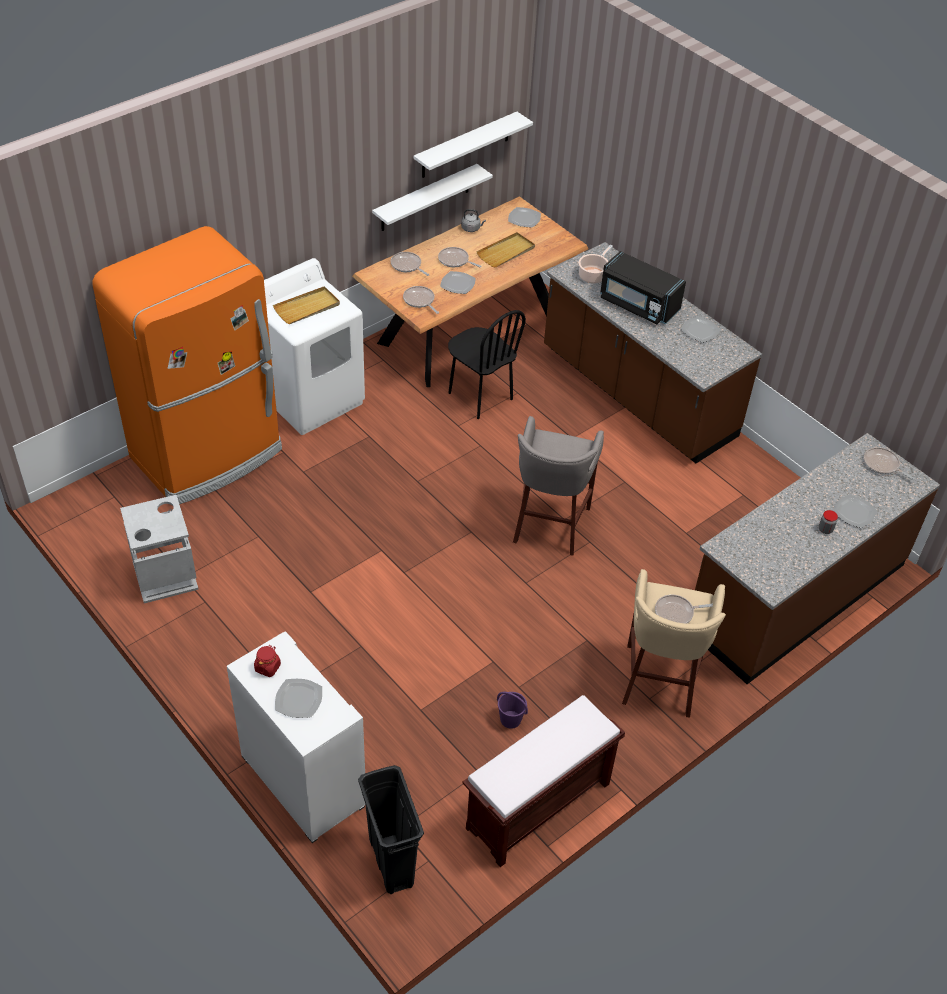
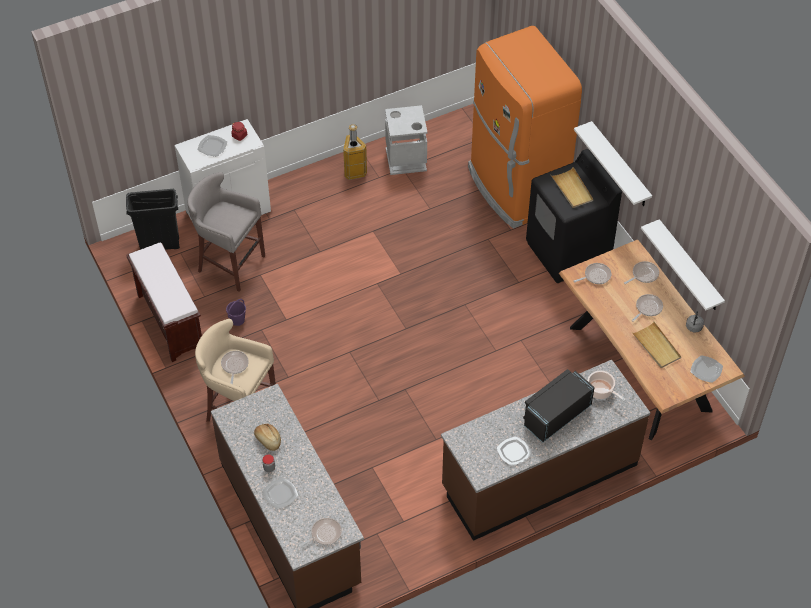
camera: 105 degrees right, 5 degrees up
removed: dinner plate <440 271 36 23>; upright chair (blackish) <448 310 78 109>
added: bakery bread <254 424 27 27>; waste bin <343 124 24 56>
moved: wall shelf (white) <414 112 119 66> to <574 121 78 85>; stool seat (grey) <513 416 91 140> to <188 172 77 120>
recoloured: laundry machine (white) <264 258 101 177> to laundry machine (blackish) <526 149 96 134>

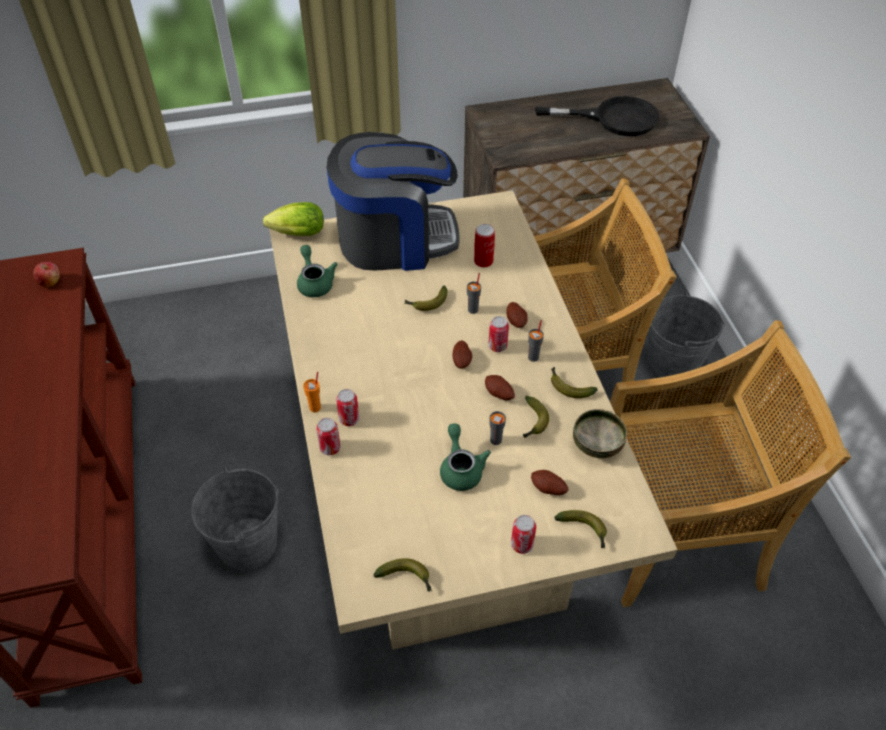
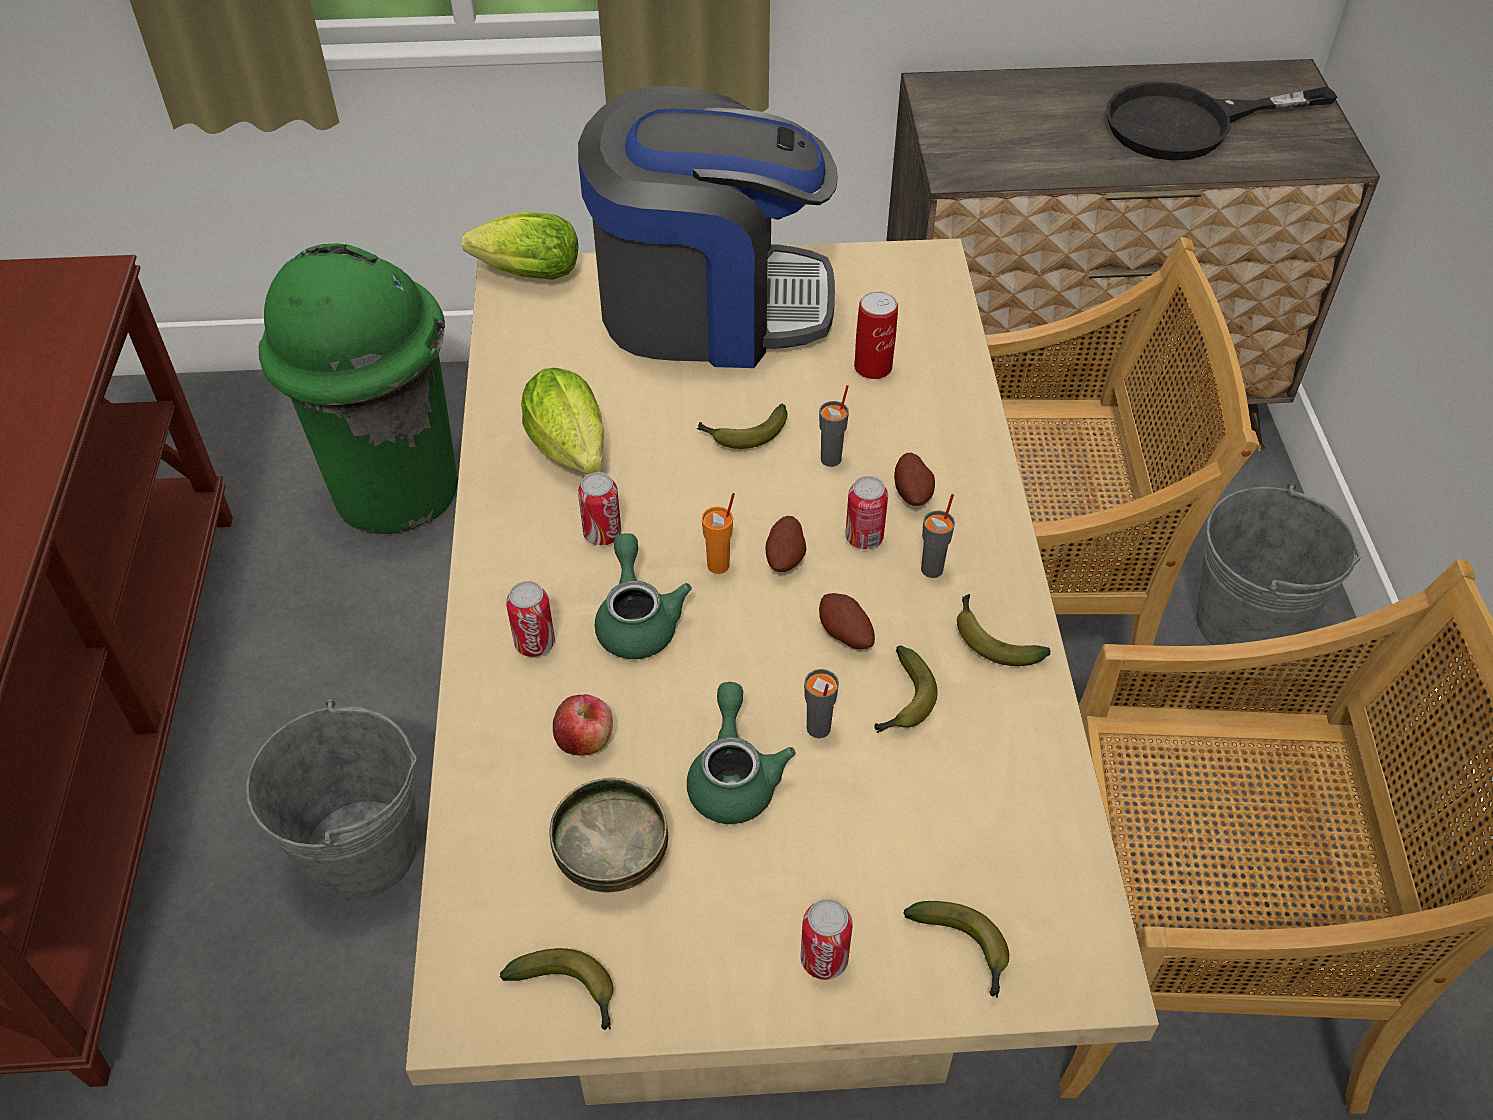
camera: 10 degrees right, 0 degrees up
removed: potato <531 470 38 25>
added: waste bin (green-coloured) <259 243 199 291>; lettuce head <521 368 83 106>
moved: apple <33 262 27 25> to <553 695 60 61>; pot for tea (green-coloured) <297 245 41 52> to <595 533 97 126>; cup (orange) <303 372 18 40> to <701 493 34 81>; can <316 418 25 37> to <578 472 43 73>; serving bowl <573 409 54 49> to <550 778 118 115>
turned: frying pan (blackish) <535 96 125 40> = <1106 82 231 79> 150 degrees clockwise

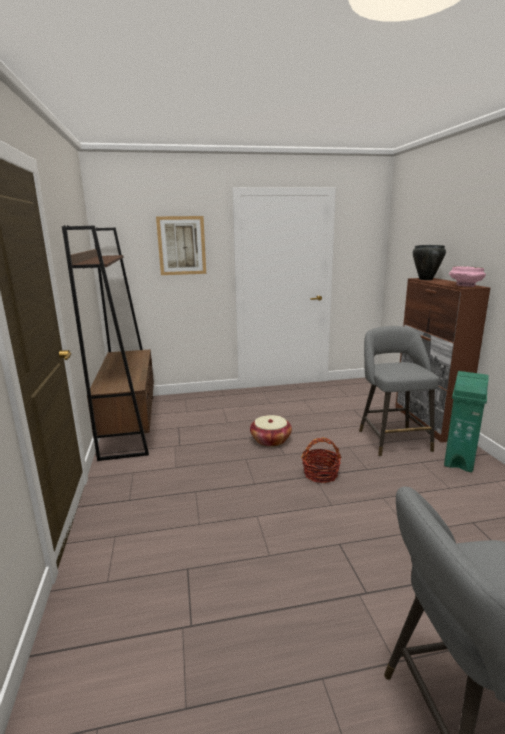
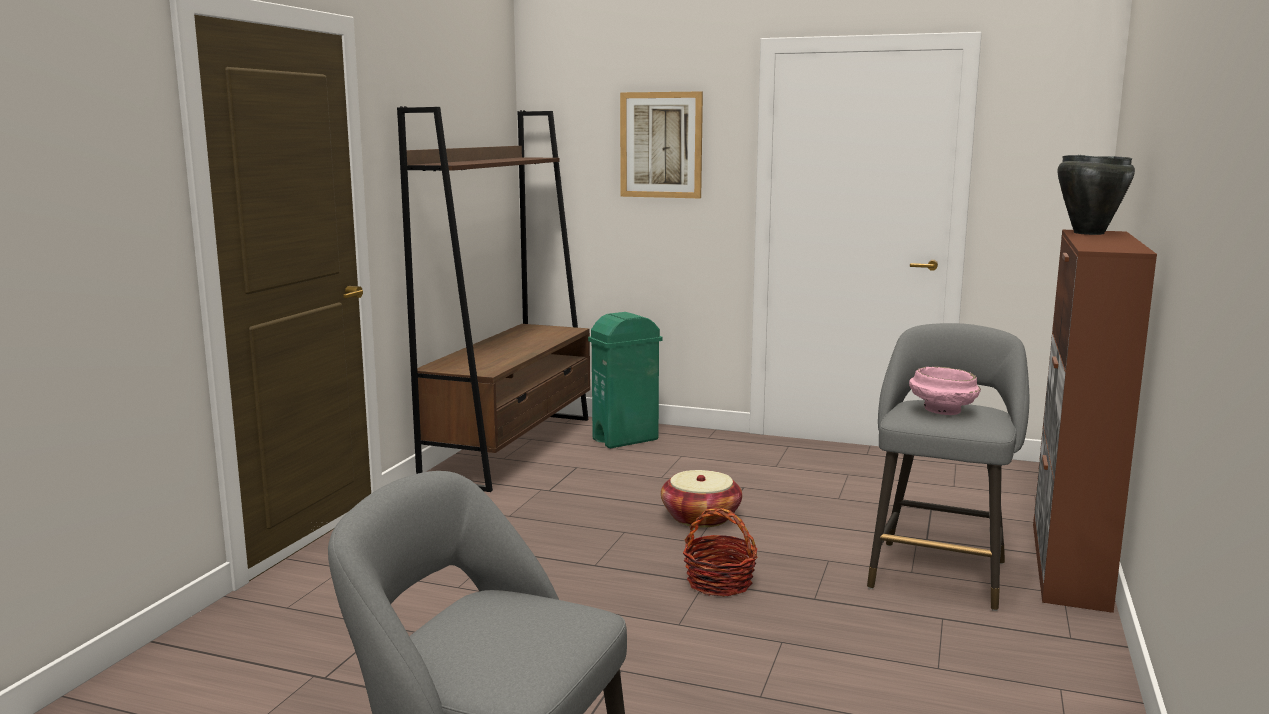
camera: 30 degrees right, 5 degrees down
moved: waste bin (green-coloured) <444 371 45 101> to <588 312 74 136>; serving bowl (pinkish) <449 266 37 21> to <909 367 72 48>

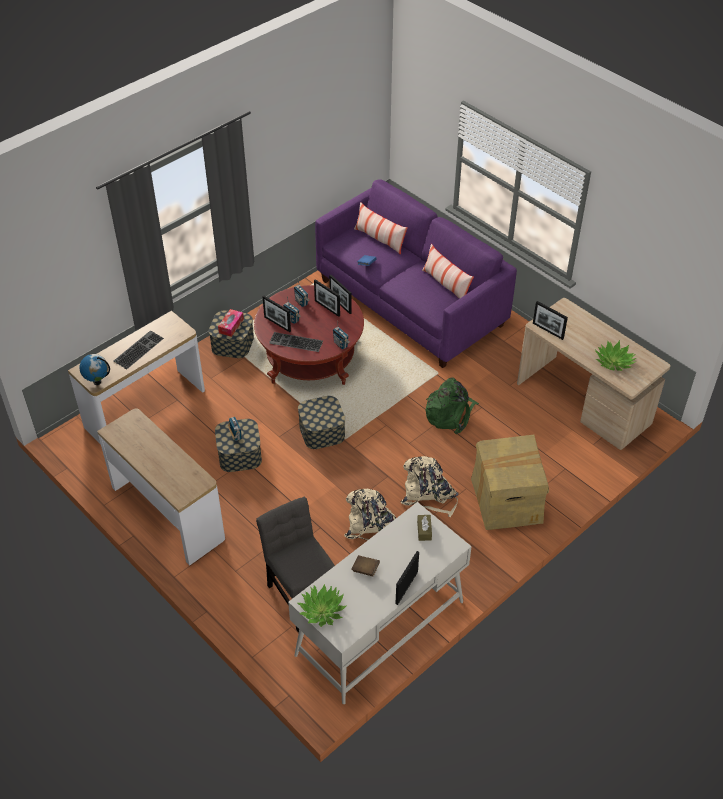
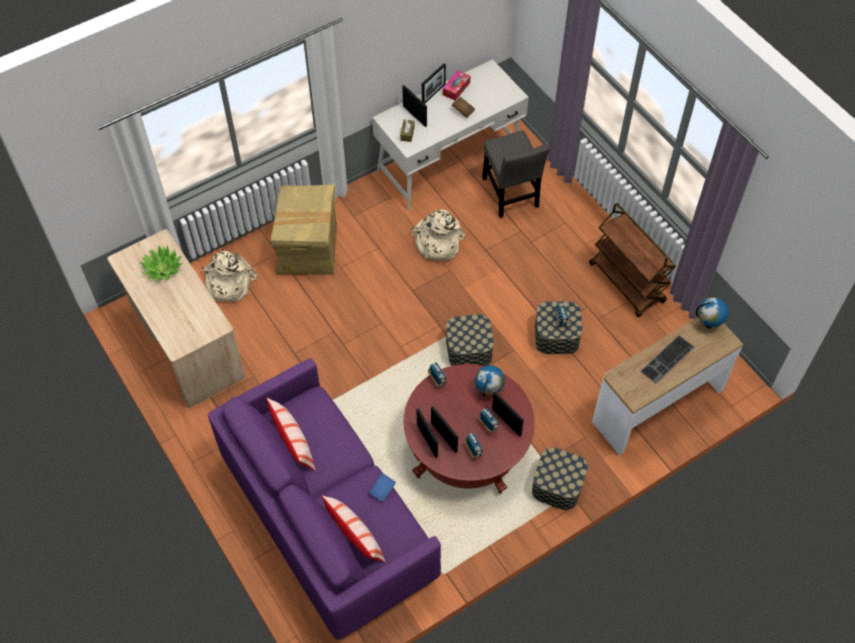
camera: 170 degrees left, 10 degrees up
removed: potted plant <298 584 49 43>; knapsack (green-coloured) <426 378 53 56>
moved: box of tissues <218 309 26 28> to <443 70 27 31>; knapsack (sand-coloured) <401 456 58 61> to <201 250 57 52>; picture frame <533 301 35 39> to <402 85 25 42>
replaced: narrow table <97 409 128 157> to trolley (brown) <589 203 87 114>; keyboard <269 332 54 20> to globe <475 365 30 31>

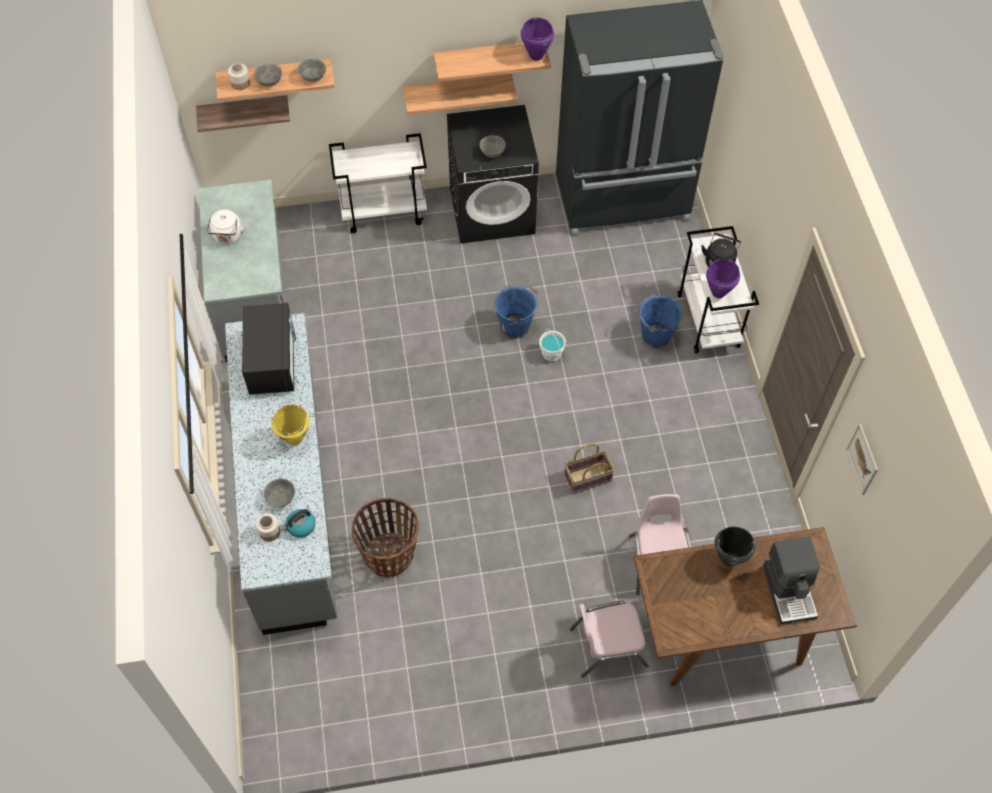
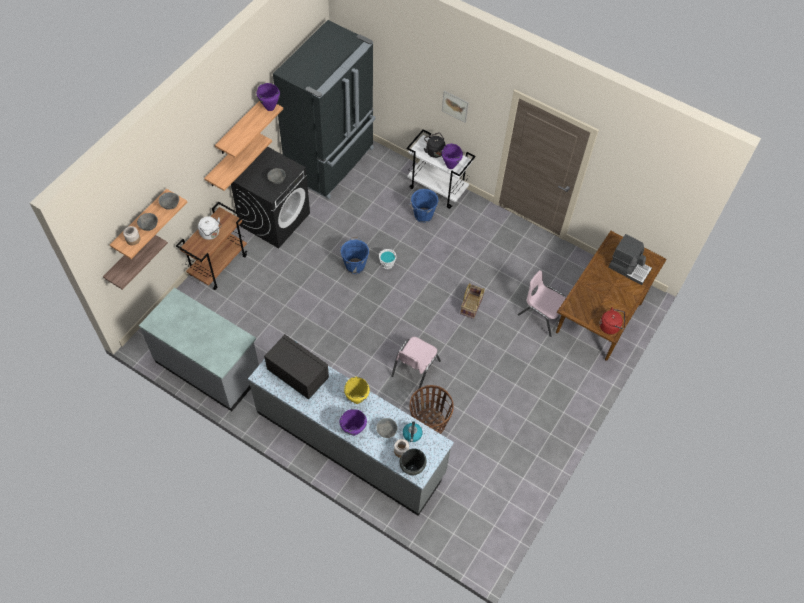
camera: 50 degrees left, 0 degrees up
added: cooking pot (purplish) <339 409 28 27>; kettle (reddish) <599 307 26 27>
moved: kettle (white) <207 209 40 35> to <198 217 24 23>; upright chair (pinkish) <570 601 78 77> to <391 337 50 52>; cooking pot (blackish) <715 526 41 40> to <399 448 27 27>; wall picture <846 424 32 71> to <442 91 27 32>
recoloured: trolley (white) <329 133 98 100> to trolley (brown) <176 201 71 89>

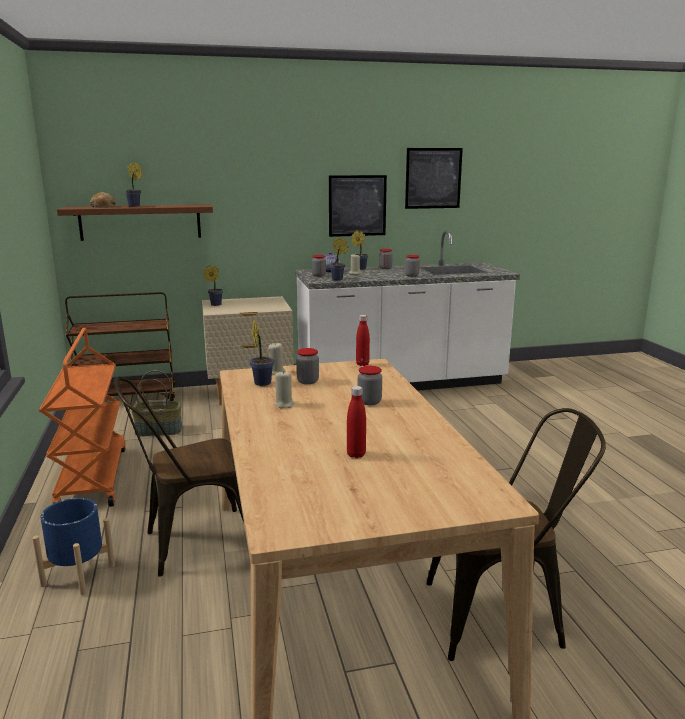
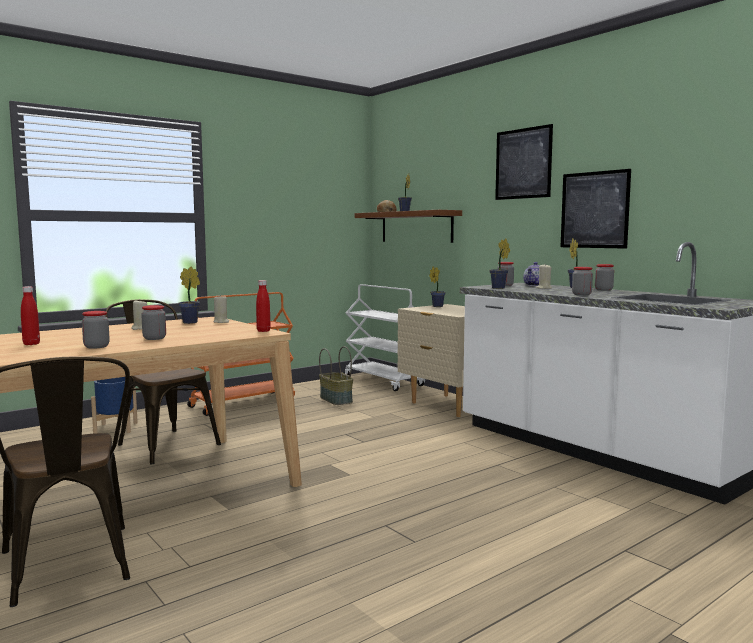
camera: 65 degrees right, 10 degrees down
moved: preserve jar <296 348 23 36> to <82 311 28 38>; wall picture <405 148 58 61> to <495 124 58 76>
recoloured: trolley (brown) <65 292 110 109> to trolley (white) <344 284 81 107>

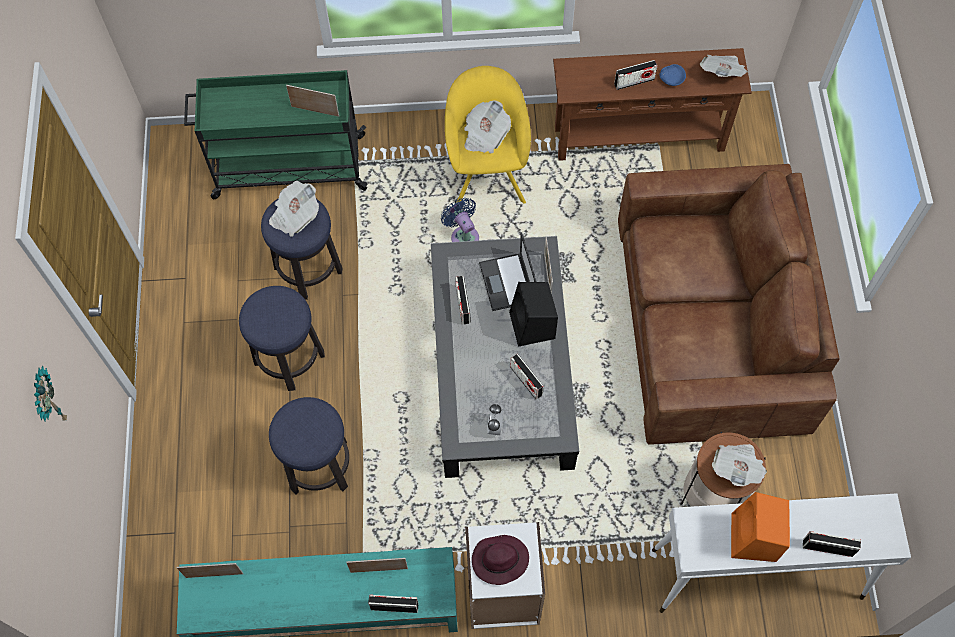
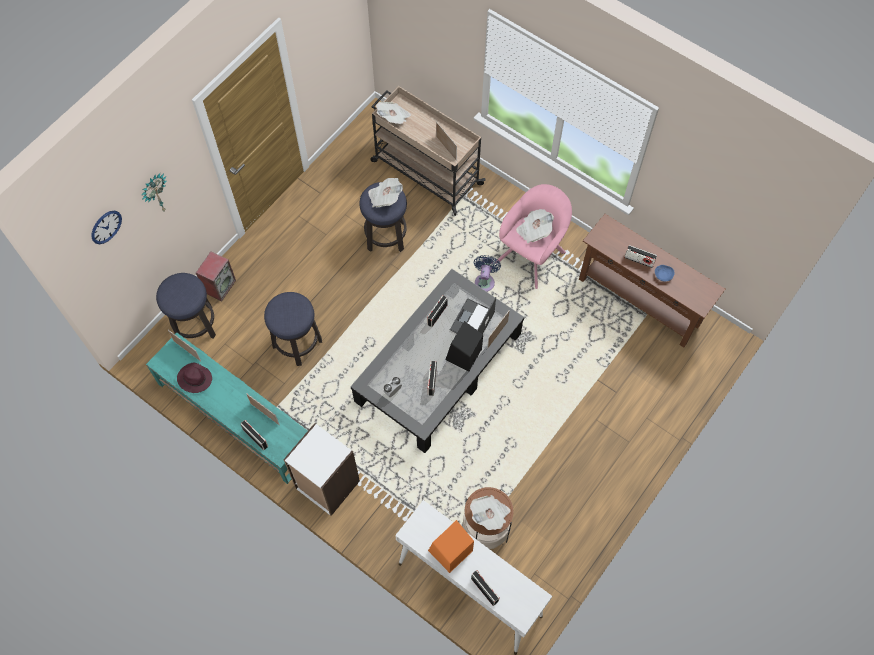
camera: 40 degrees right, 0 degrees up
removed: settee (brown) <618 164 222 281>
added: hanging clock <91 211 31 33>; speaker <196 251 40 50>
moved: stool seat <239 286 86 105> to <156 273 60 66>; hat (purplish) <472 535 57 50> to <177 362 35 31>; printed paper <700 55 48 22> to <376 102 35 22>
recoloured: trolley (green-coloured) <184 70 184 129> to trolley (sand-coloured) <371 86 115 130>; armchair (yellowish) <445 66 86 138> to armchair (pinkish) <496 184 76 105>

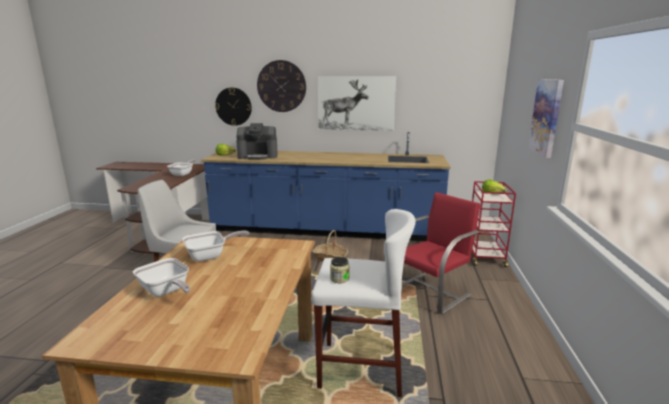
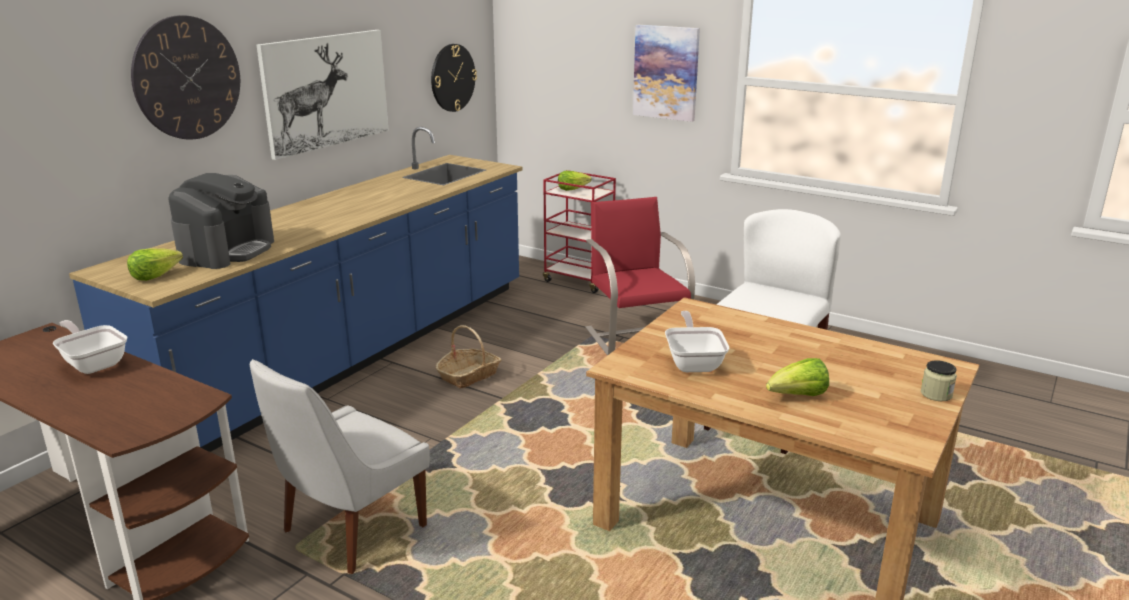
camera: 65 degrees left, 5 degrees up
moved: hanging clock <215 88 37 38> to <431 44 46 68>; preserve jar <330 257 20 26> to <921 360 36 41>
replaced: frying pan <133 258 57 39> to lettuce head <766 358 63 38>

